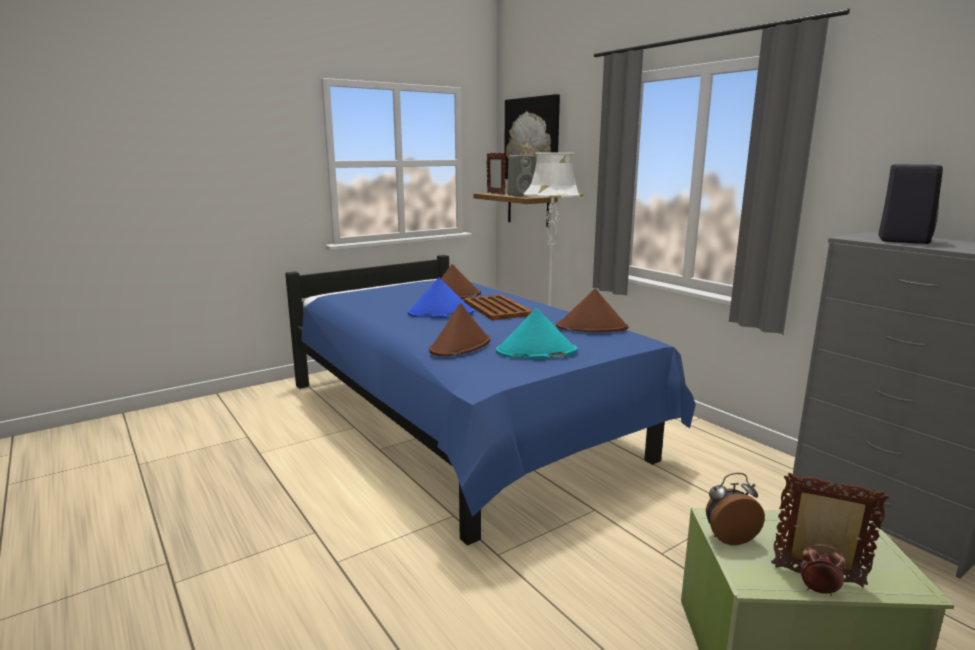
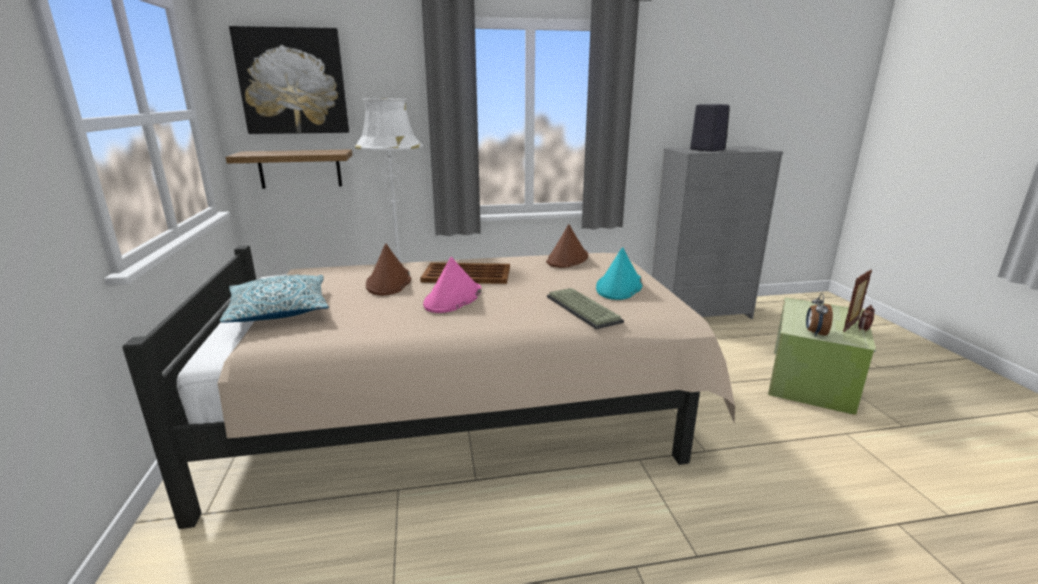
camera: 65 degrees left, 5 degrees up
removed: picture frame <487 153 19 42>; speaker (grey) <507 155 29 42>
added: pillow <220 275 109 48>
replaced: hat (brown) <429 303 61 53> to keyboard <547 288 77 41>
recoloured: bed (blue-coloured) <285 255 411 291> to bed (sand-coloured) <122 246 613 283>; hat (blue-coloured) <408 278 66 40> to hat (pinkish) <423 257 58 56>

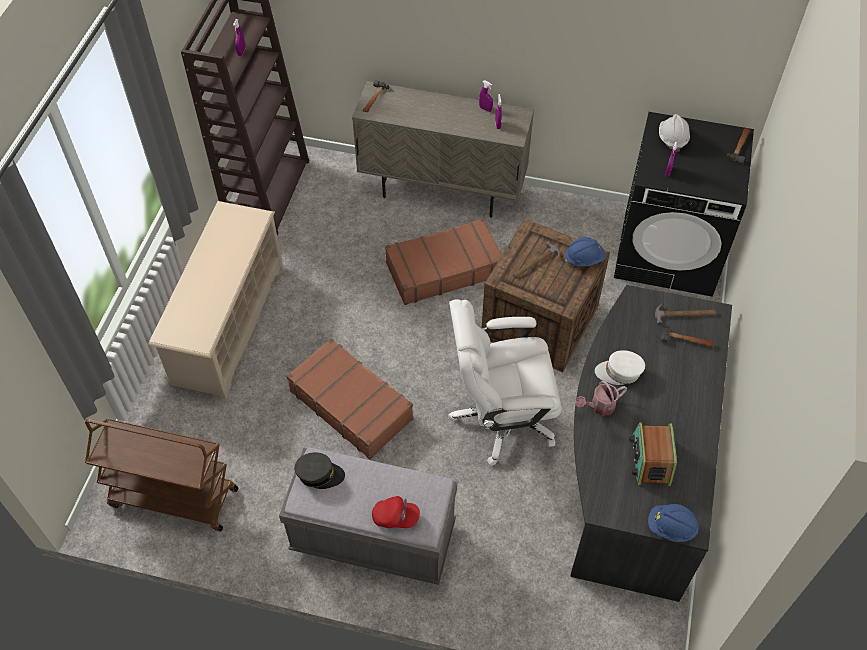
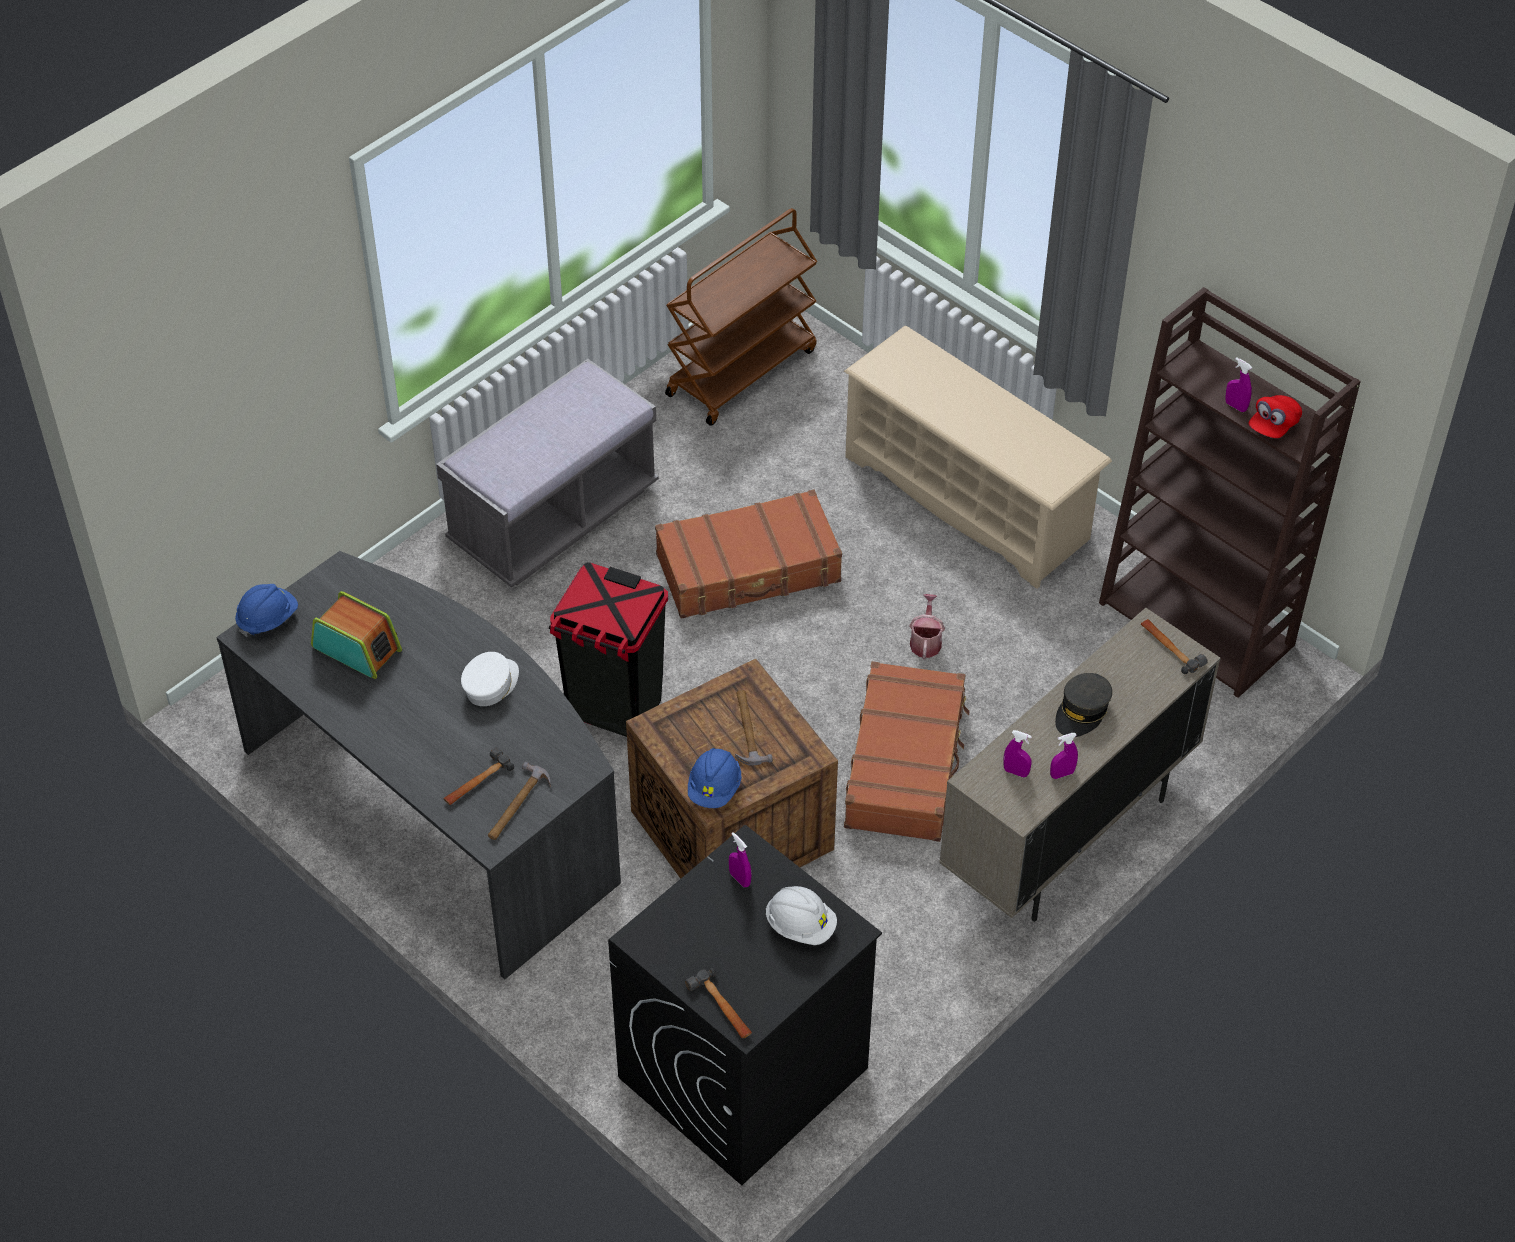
camera: 120 degrees right, 5 degrees down
moved: peaked cap (grey) <294 452 51 37> to <1055 673 57 64>; peaked cap (reddish) <372 496 48 32> to <1248 395 54 43>; watering pot <576 380 52 36> to <909 594 36 66>
replaced: computer chair (white) <448 300 114 166> to waste bin (blackish) <549 562 119 175>

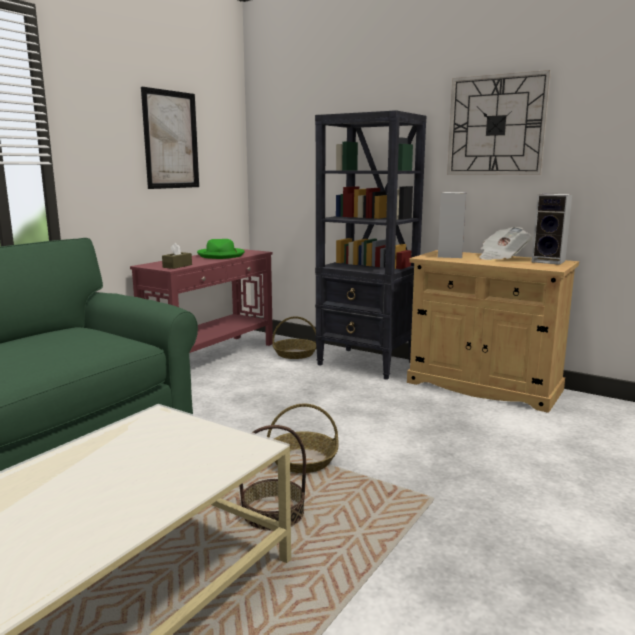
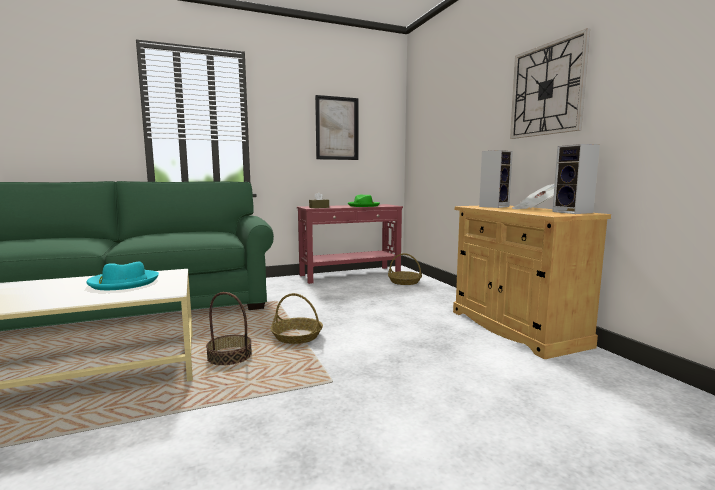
camera: 35 degrees right, 5 degrees down
removed: bookcase (blackish) <315 110 111 270>
added: hat (blue-green) <87 262 72 28>

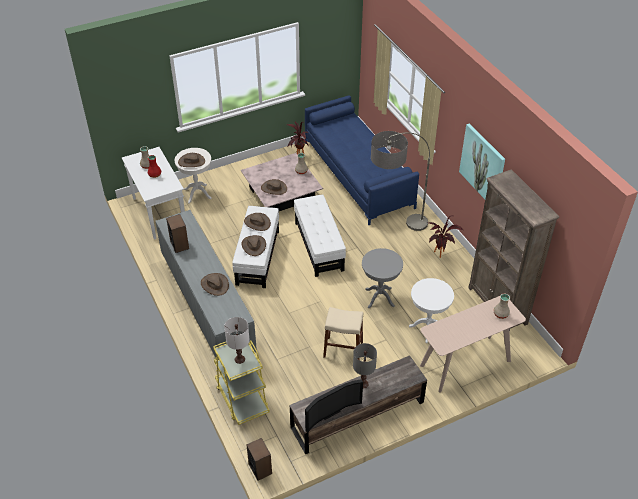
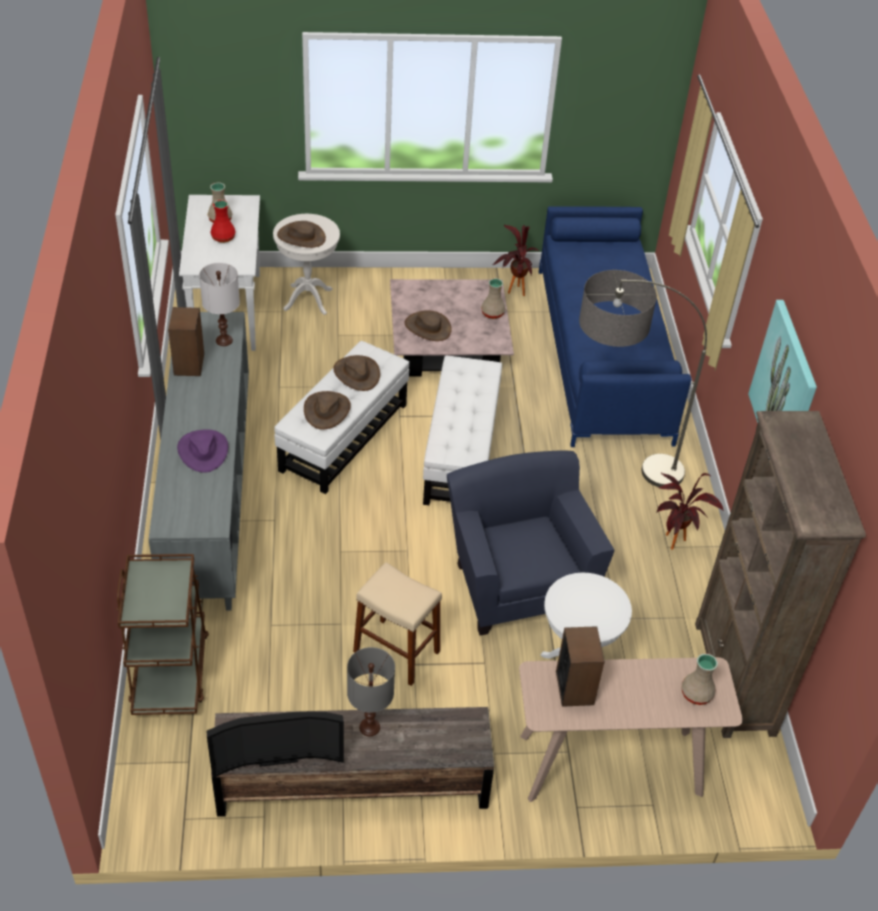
camera: 20 degrees right, 0 degrees up
moved: tabletop lamp (white) <224 317 26 47> to <199 262 41 84>; speaker <246 438 26 43> to <556 626 48 81>
replaced: side table (grey) <362 248 41 61> to armchair (blue-coloured) <447 450 167 186>
recoloured: hat (brown) <201 273 28 23> to hat (purplish) <177 429 51 44>; trolley (yellowish) <213 340 57 85> to trolley (brown) <116 554 93 161>

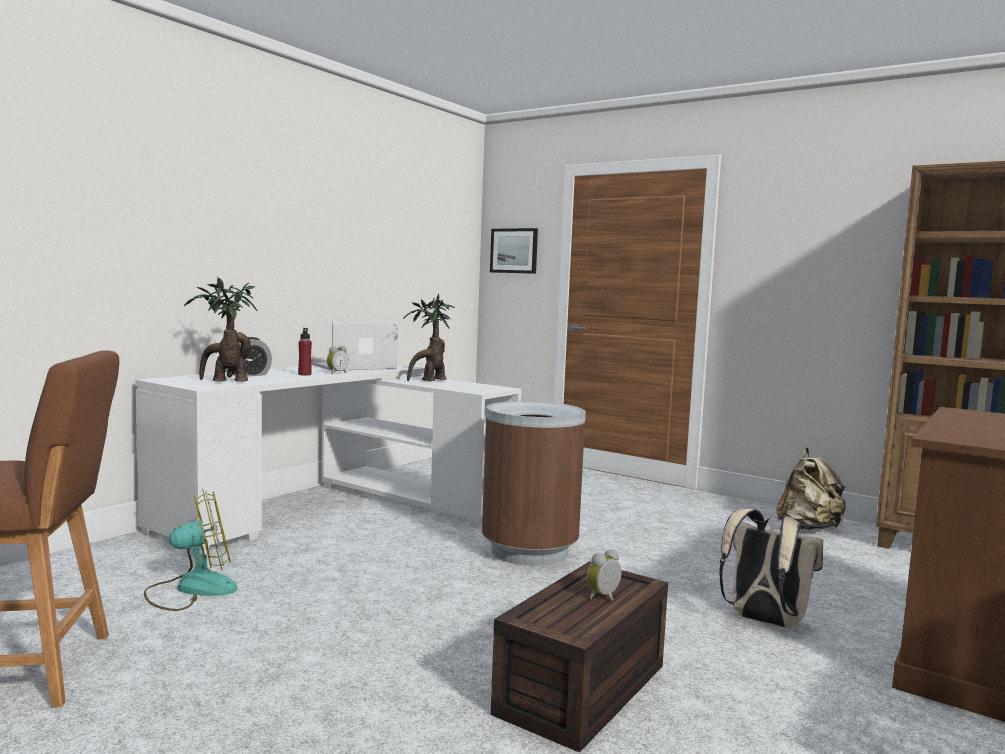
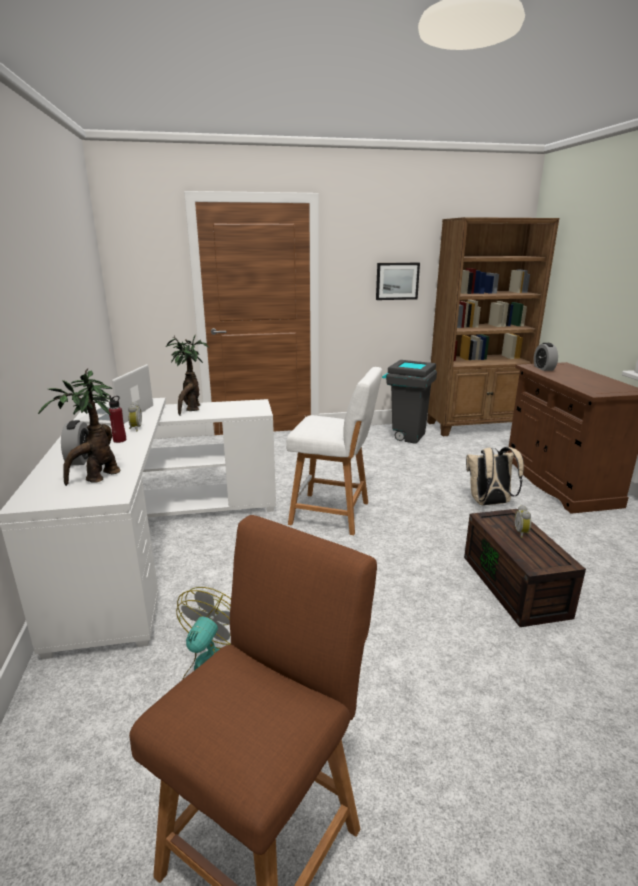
camera: 45 degrees left, 15 degrees up
added: bedside clock <534 343 24 28>
moved: wall picture <490 228 48 46> to <376 263 44 37>
replaced: waste bin (brown) <482 401 104 165> to stool seat (white) <286 367 96 168>; knapsack (sand-coloured) <776 447 71 83> to waste bin (grey) <382 360 55 84>

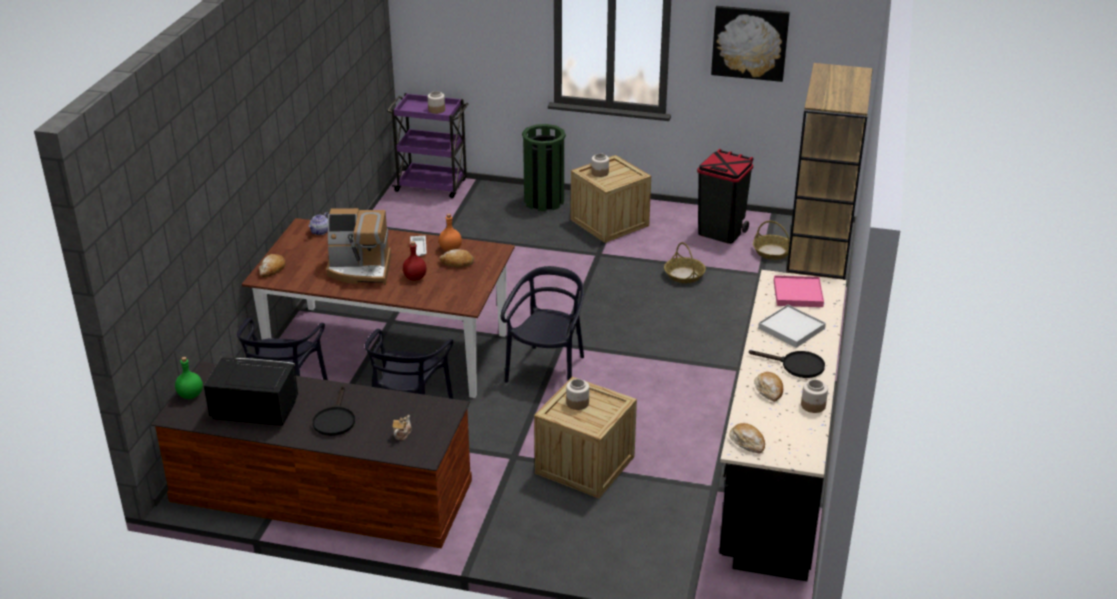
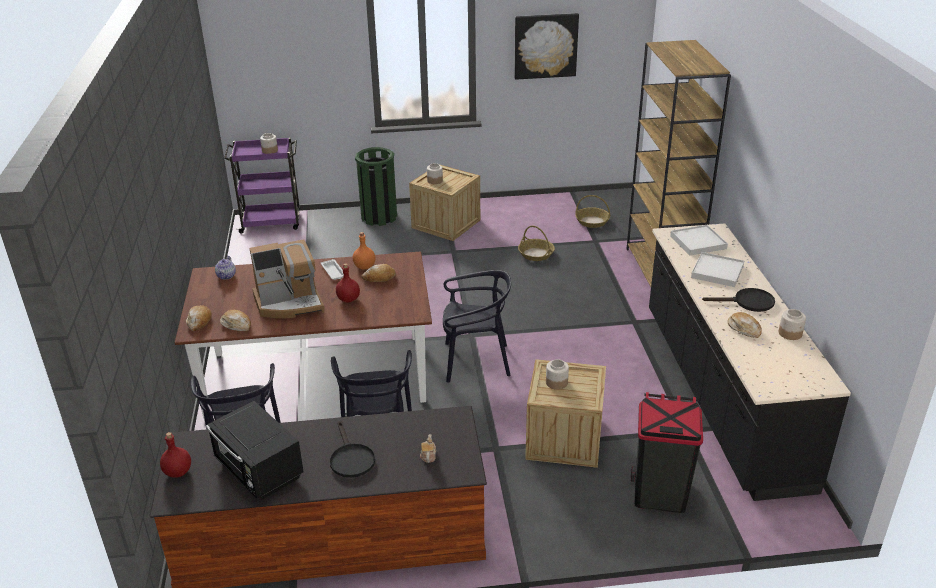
camera: 20 degrees left, 0 degrees up
moved: waste bin (blackish) <697 149 57 95> to <631 392 72 121>; bakery bread <730 423 35 31> to <220 310 31 21>
recoloured: beverage bottle (green-coloured) <175 357 28 42> to beverage bottle (reddish) <160 432 31 46>; carrying tray (pinkish) <774 275 50 32> to carrying tray (white) <670 225 58 31>
turned: microwave oven (blackish) <204 357 94 69> = <206 401 98 98> 120 degrees counterclockwise; upright chair (blackish) <501 266 83 117> = <443 270 68 112> 90 degrees clockwise

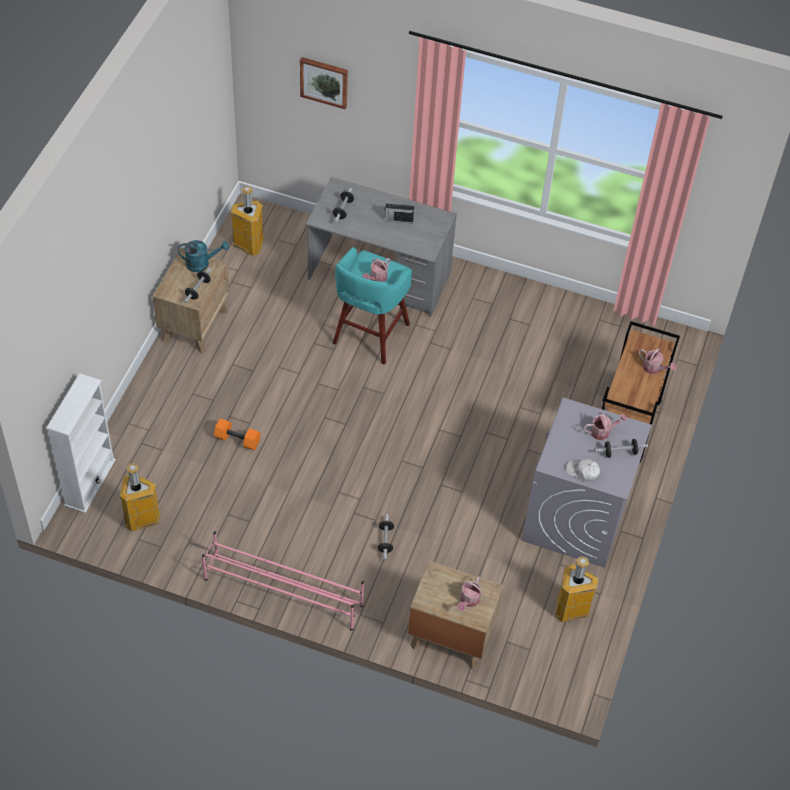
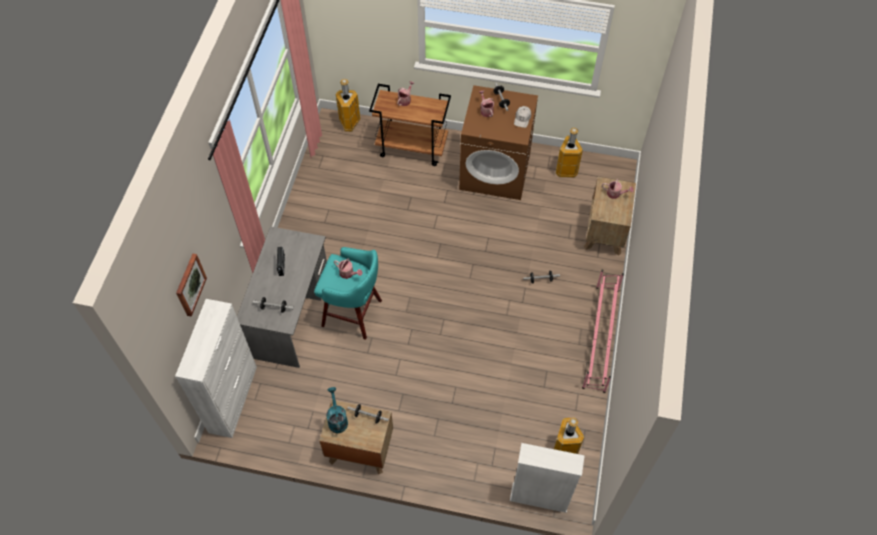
camera: 95 degrees left, 5 degrees up
removed: free weight (orange) <214 418 47 33>
added: cabinet (white) <175 299 82 139>
moved: waste bin <231 186 33 70> to <336 79 24 53>
recoloured: laundry machine (grey) <522 398 130 170> to laundry machine (brown) <459 85 79 115>

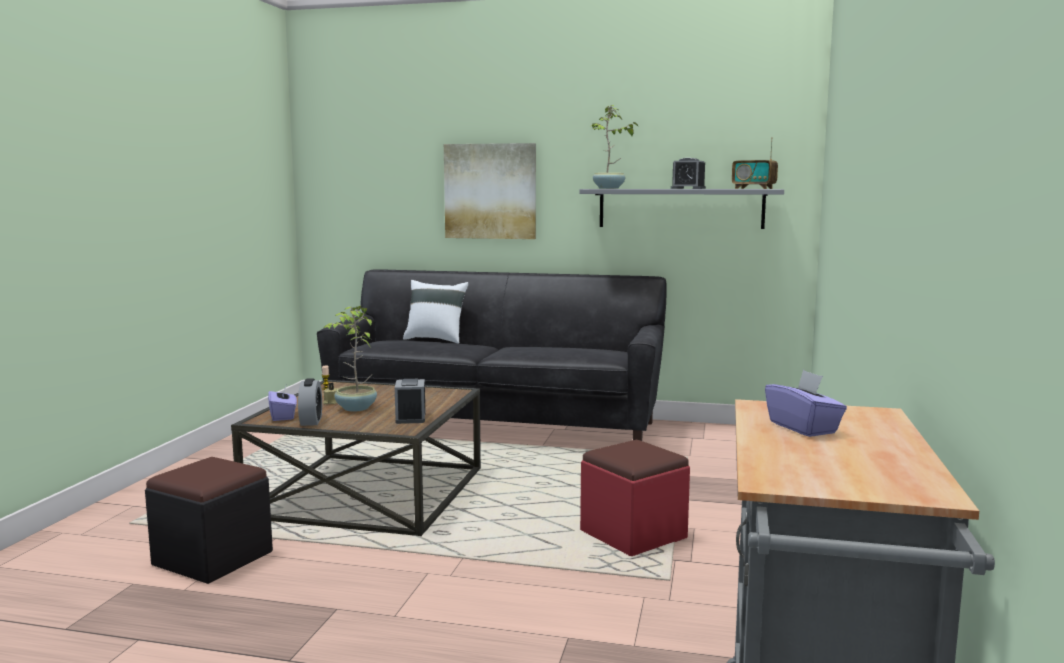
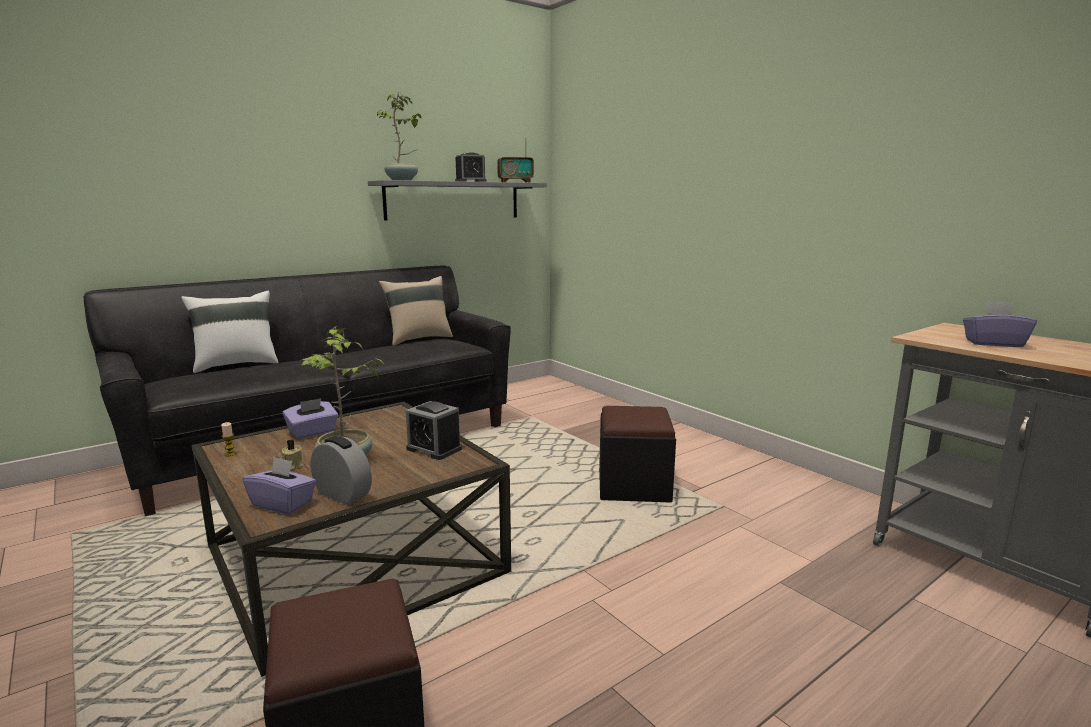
camera: 50 degrees left, 5 degrees up
removed: wall picture <444 143 92 96>
added: box of tissues (purplish) <283 398 55 41>; pillow (sand-coloured) <379 276 74 70>
recoloured: ottoman (reddish) <580 440 110 116> to ottoman (blackish) <599 406 77 96>

